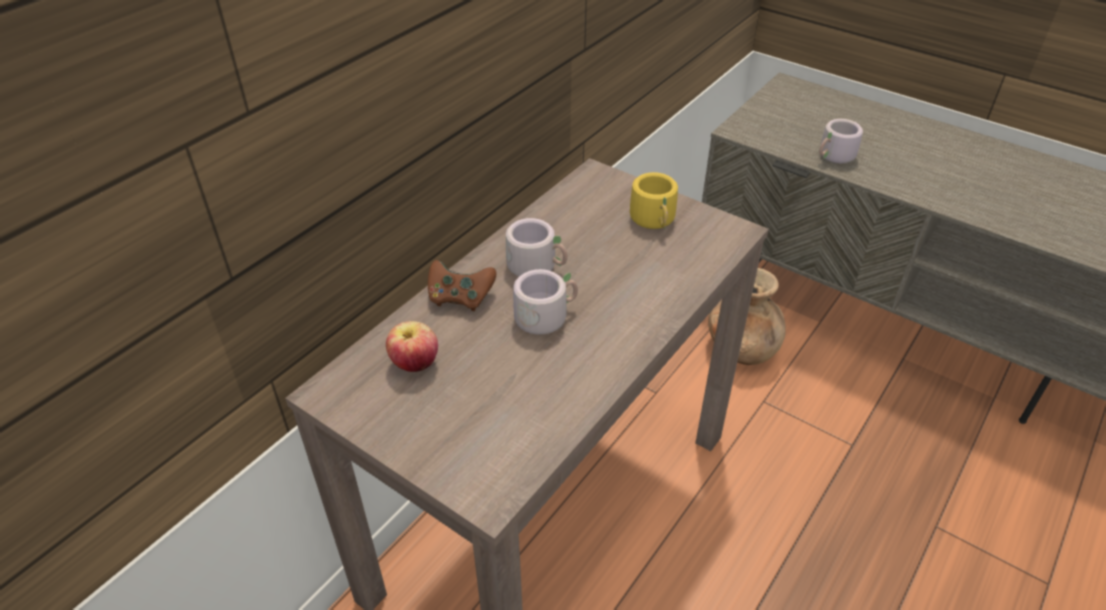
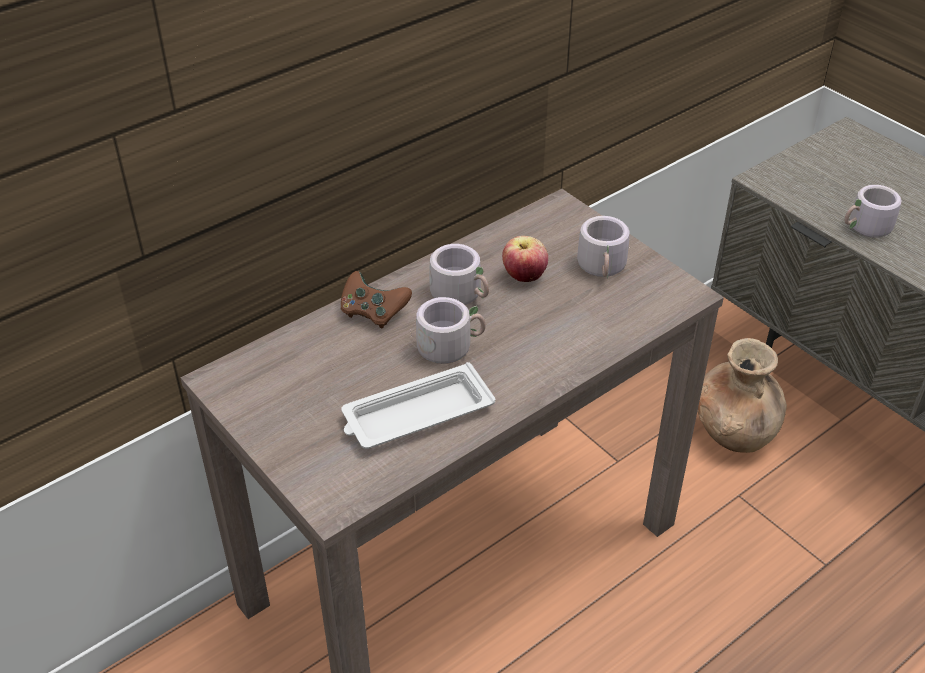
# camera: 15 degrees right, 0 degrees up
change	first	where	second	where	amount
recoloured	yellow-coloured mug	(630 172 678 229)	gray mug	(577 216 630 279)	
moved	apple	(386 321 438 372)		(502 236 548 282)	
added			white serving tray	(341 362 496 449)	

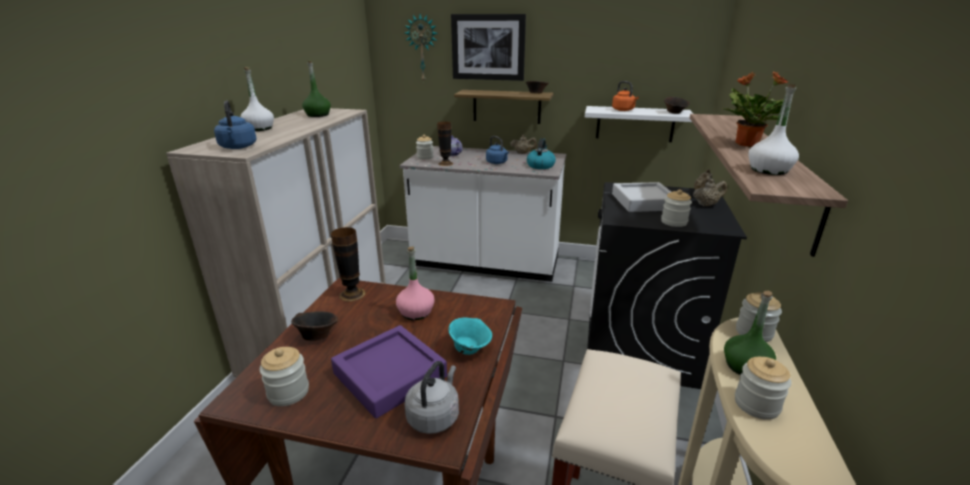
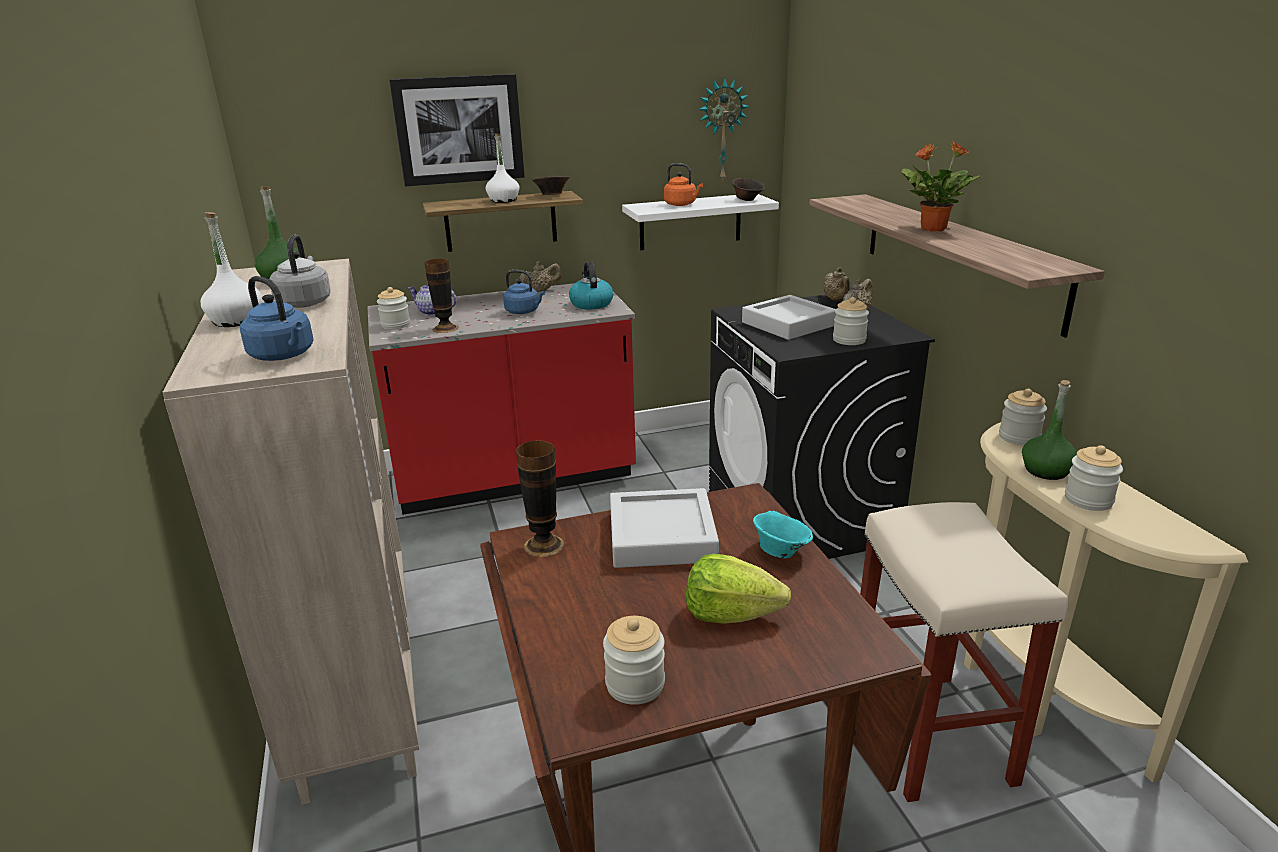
# camera: 30 degrees left, 0 degrees up
change	first	where	second	where	amount
moved	clock on the wall	(405 14 438 82)		(698 78 750 182)	
moved	white beverage bottle	(749 84 799 175)		(486 133 520 203)	
recoloured	white kitchen base unit	(400 146 566 282)	red-coloured kitchen base unit	(367 283 636 515)	
replaced	pink beverage bottle	(396 246 435 320)	gray serving tray	(610 488 719 568)	
removed	brown bowl	(291 311 338 341)			
replaced	purple serving tray	(331 325 447 418)	lettuce	(686 554 791 624)	
moved	gray kettle	(405 361 459 434)		(270 235 331 308)	

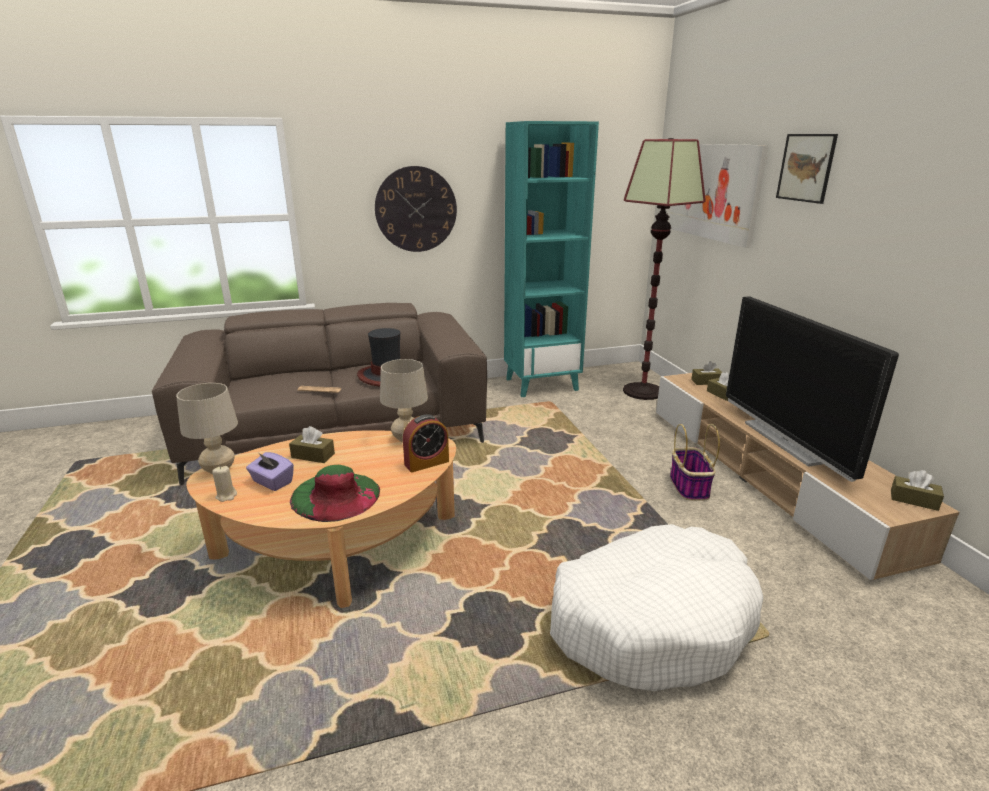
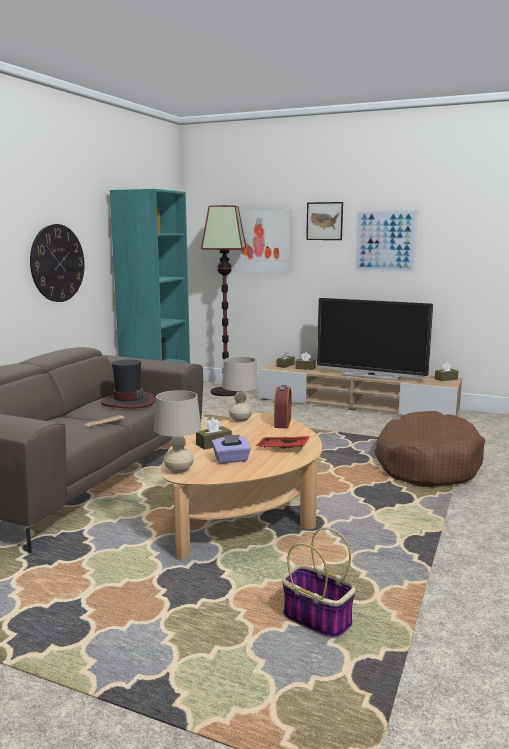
# camera: 50 degrees left, 10 degrees down
change	first	where	second	where	amount
moved	basket	(670 424 720 501)		(282 527 356 638)	
replaced	greenish hat	(290 465 380 522)	red-coloured serving tray	(256 436 310 449)	
removed	beige wax light	(212 466 237 502)			
recoloured	white dog bed	(550 524 763 691)	brown dog bed	(375 411 485 487)	
added			picture	(354 210 418 273)	

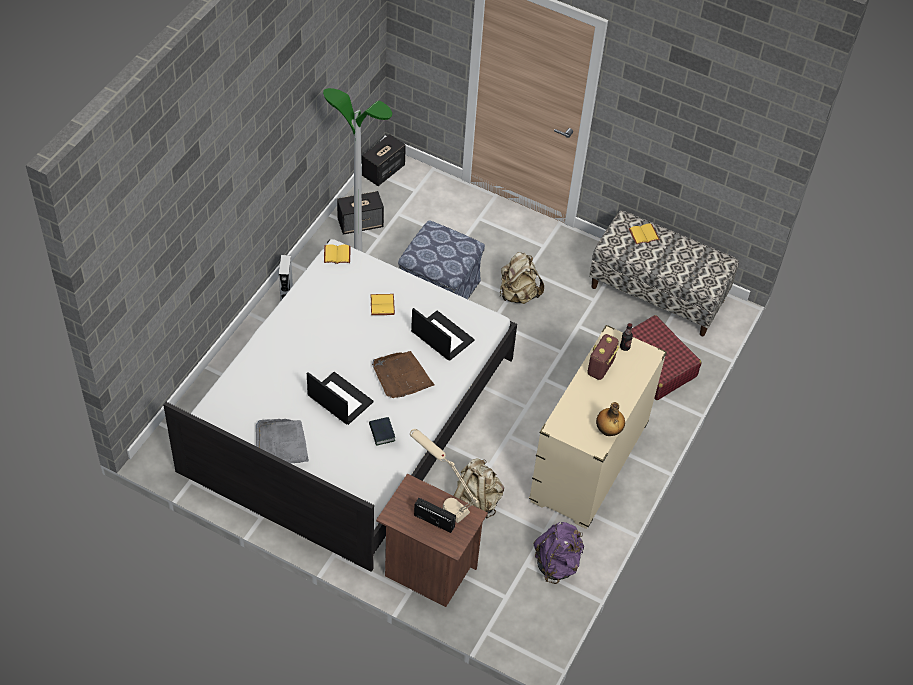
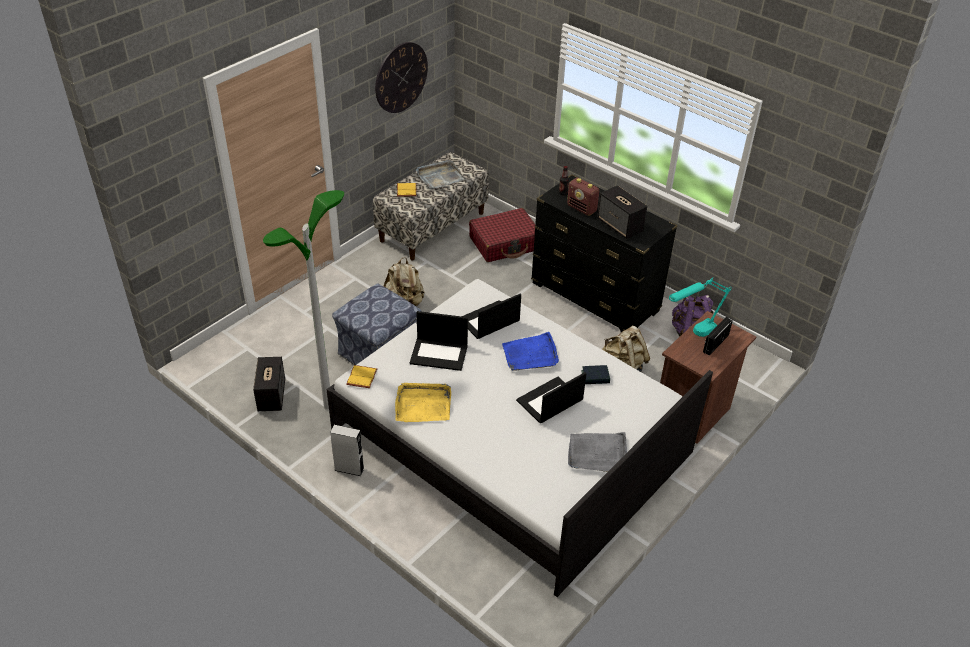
# camera: 75 degrees left, 10 degrees down
change	first	where	second	where	amount
moved	audio speaker	(362 134 406 186)		(597 185 647 239)	
replaced	yellow-coloured bound book	(370 294 395 315)	portable computer	(410 311 468 371)	
recoloured	beige chest of drawers	(529 325 667 529)	blackish chest of drawers	(531 174 678 332)	
recoloured	brown serving tray	(372 351 435 398)	blue-coloured serving tray	(502 332 559 371)	
removed	beverage bottle	(596 402 625 436)			
recoloured	beige table lamp	(410 429 478 523)	blue-green table lamp	(669 279 731 337)	
added			clock on the wall	(375 42 428 113)	
added			gray serving tray	(416 160 464 189)	
added			yellow-coloured serving tray	(395 383 451 422)	

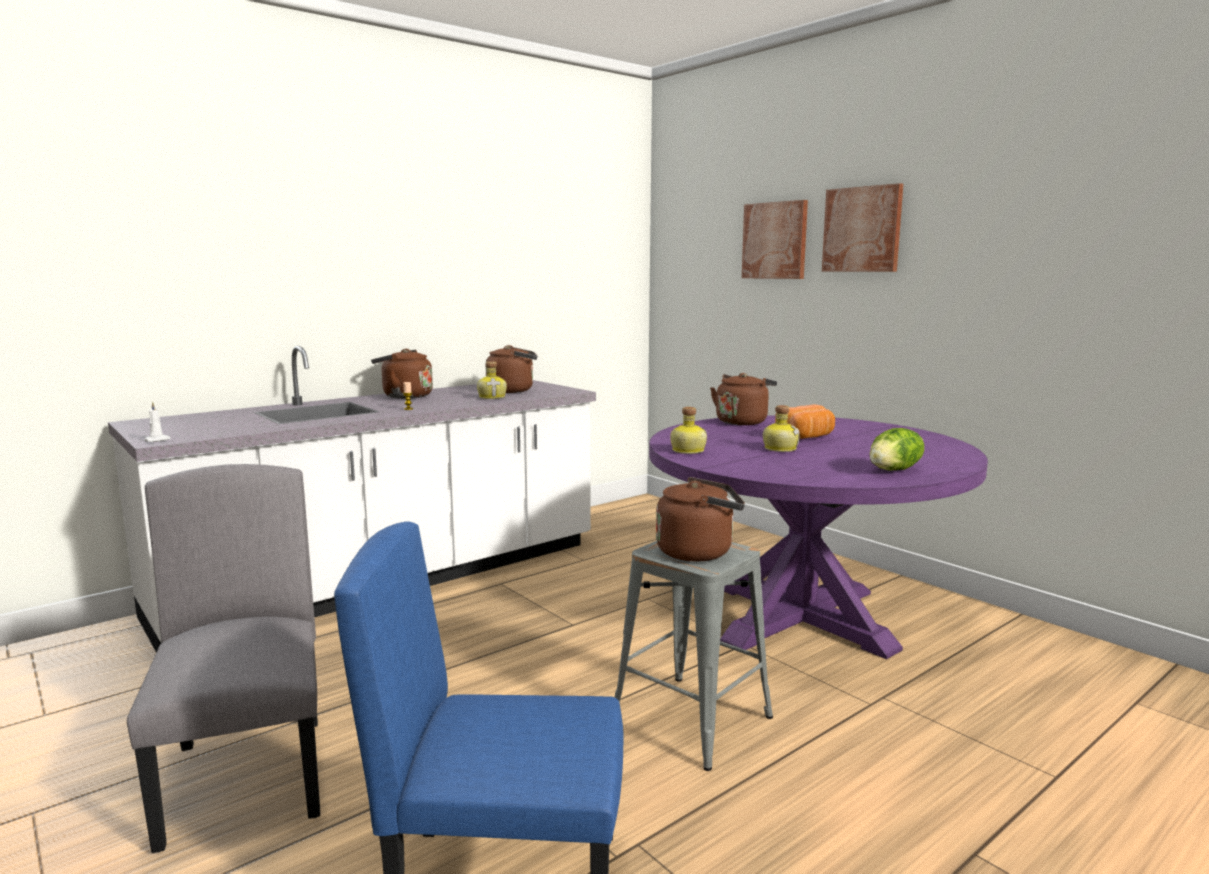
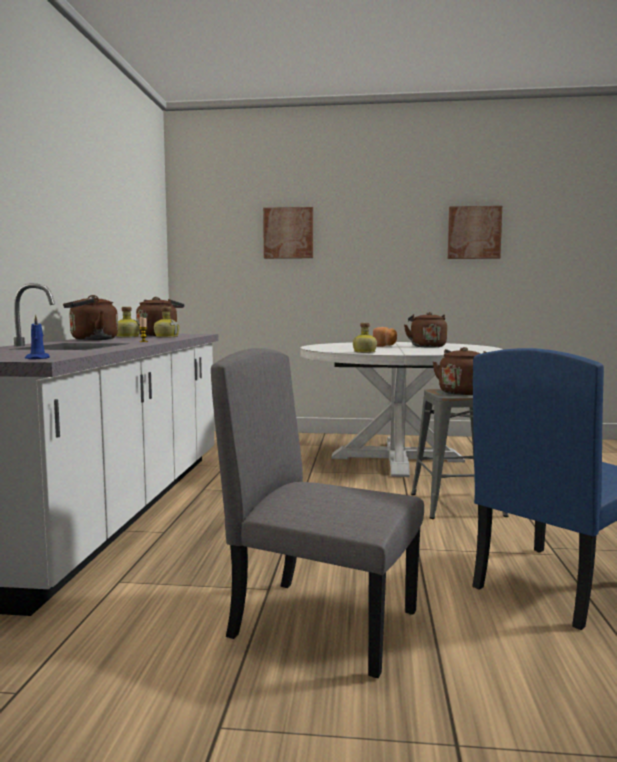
# camera: 45 degrees left, 5 degrees down
change	first	where	second	where	amount
moved	picture	(822 183 903 272)		(448 206 502 259)	
moved	brown kettle	(710 373 777 425)		(404 312 447 347)	
recoloured	white wax light	(144 401 171 442)	blue-coloured wax light	(25 315 50 359)	
moved	beverage bottle	(763 405 800 452)		(116 307 140 337)	
recoloured	purple dinner table	(649 415 988 659)	white dinner table	(300 342 503 477)	
removed	lettuce	(869 428 924 471)			

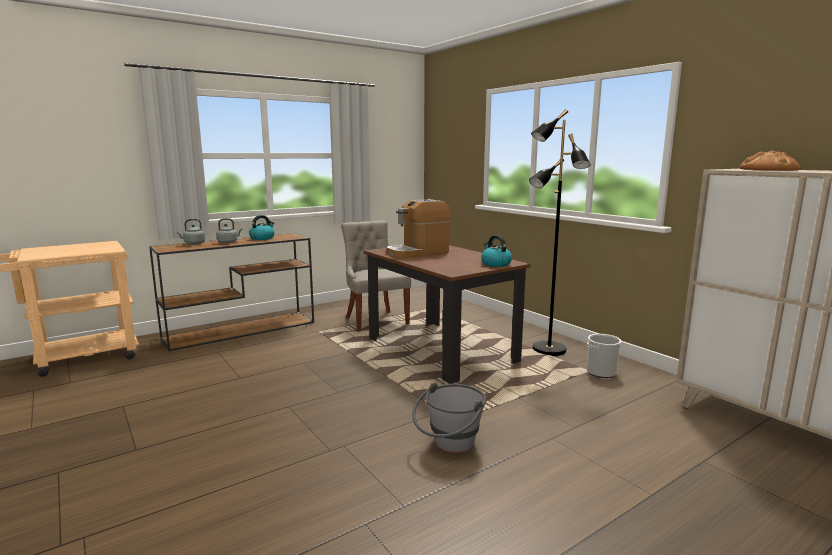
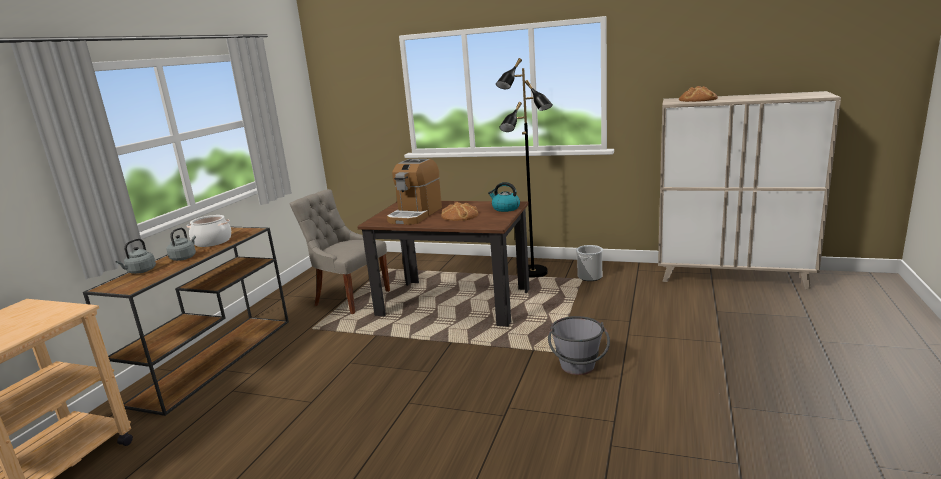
# camera: 35 degrees left, 5 degrees up
change	first	where	second	where	amount
replaced	kettle	(249 215 275 240)	stockpot	(186 215 231 247)	
added			bread	(441 202 479 221)	

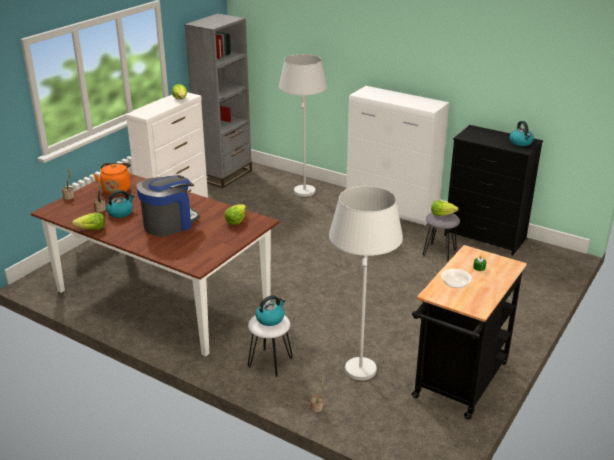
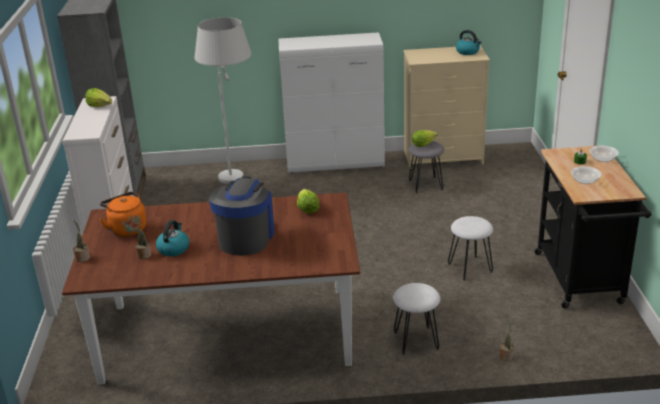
# camera: 35 degrees left, 0 degrees up
change	first	where	second	where	amount
recoloured	blackish chest of drawers	(444 125 543 255)	beige chest of drawers	(404 45 490 168)	
removed	white floor lamp	(329 186 403 380)			
removed	lettuce	(72 212 105 230)			
removed	kettle	(255 295 285 326)			
added			bowl	(589 145 619 162)	
added			white sitting stool	(448 216 493 280)	

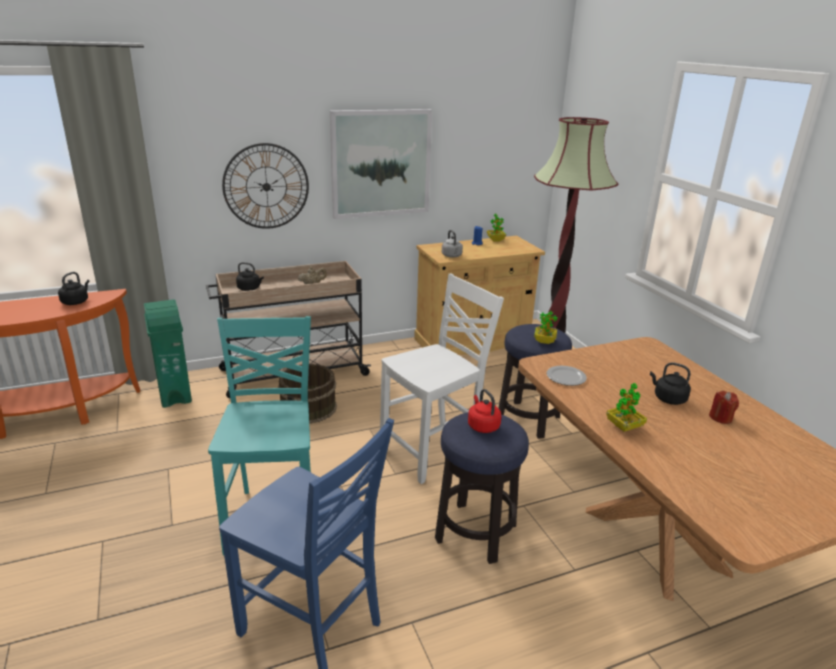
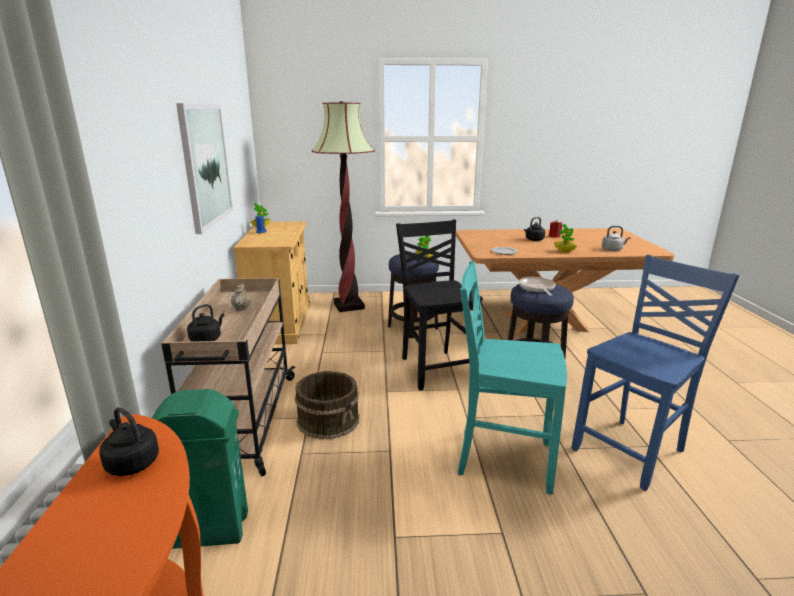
# camera: 70 degrees left, 5 degrees down
change	first	where	second	where	amount
removed	clock on the wall	(222 143 309 229)			
moved	gray kettle	(442 230 463 257)		(602 226 630 251)	
recoloured	white upright chair	(380 274 504 484)	blackish upright chair	(396 220 483 391)	
replaced	red-coloured kettle	(468 389 502 433)	skillet	(519 277 556 296)	

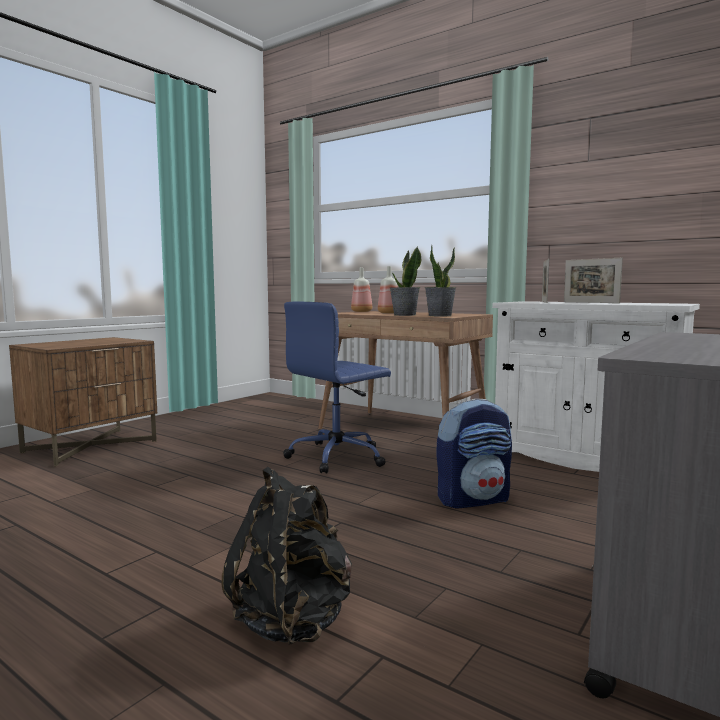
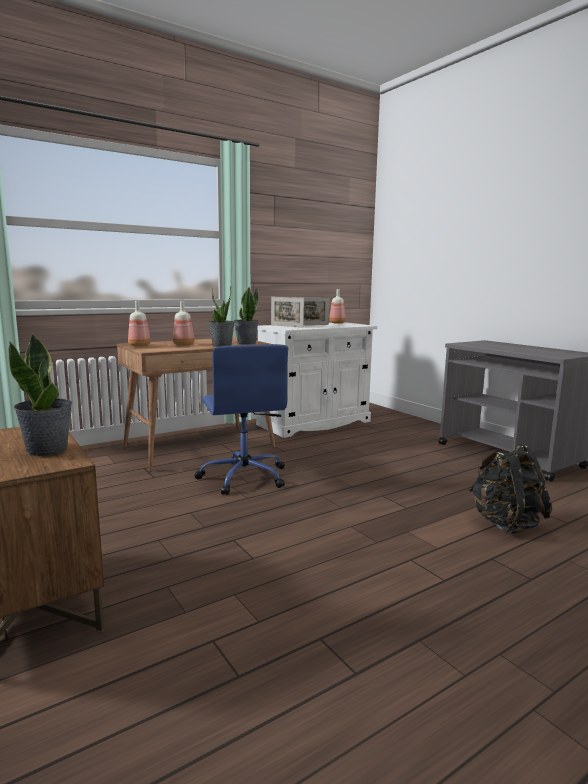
# camera: 70 degrees left, 5 degrees up
change	first	where	second	where	amount
removed	rucksack	(436 399 512 509)			
added			beverage bottle	(329 289 346 324)	
added			houseplant	(8 333 72 456)	

